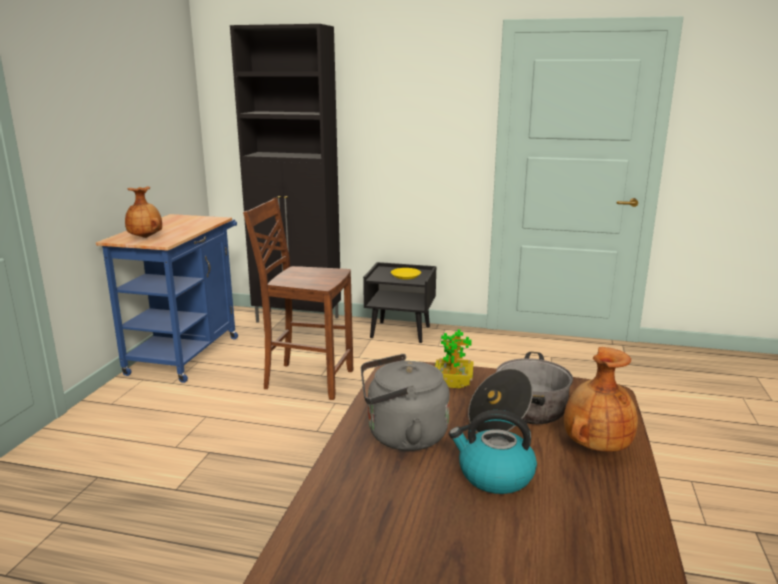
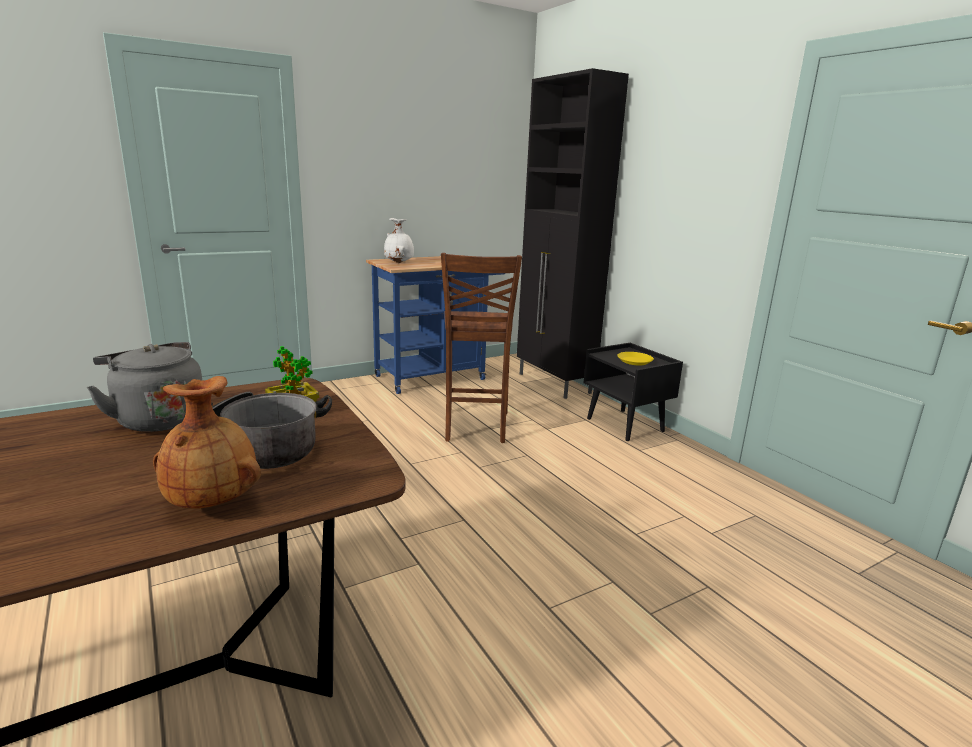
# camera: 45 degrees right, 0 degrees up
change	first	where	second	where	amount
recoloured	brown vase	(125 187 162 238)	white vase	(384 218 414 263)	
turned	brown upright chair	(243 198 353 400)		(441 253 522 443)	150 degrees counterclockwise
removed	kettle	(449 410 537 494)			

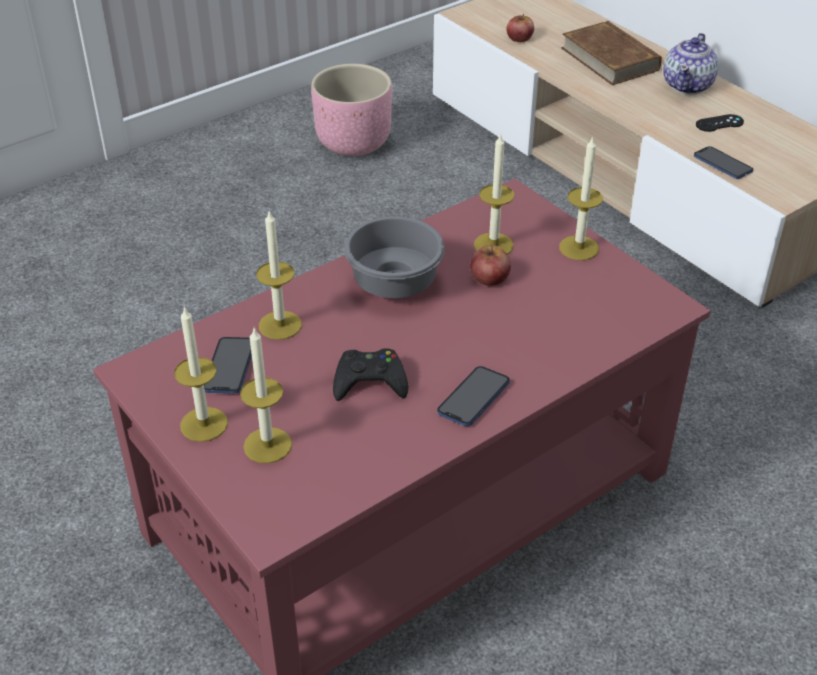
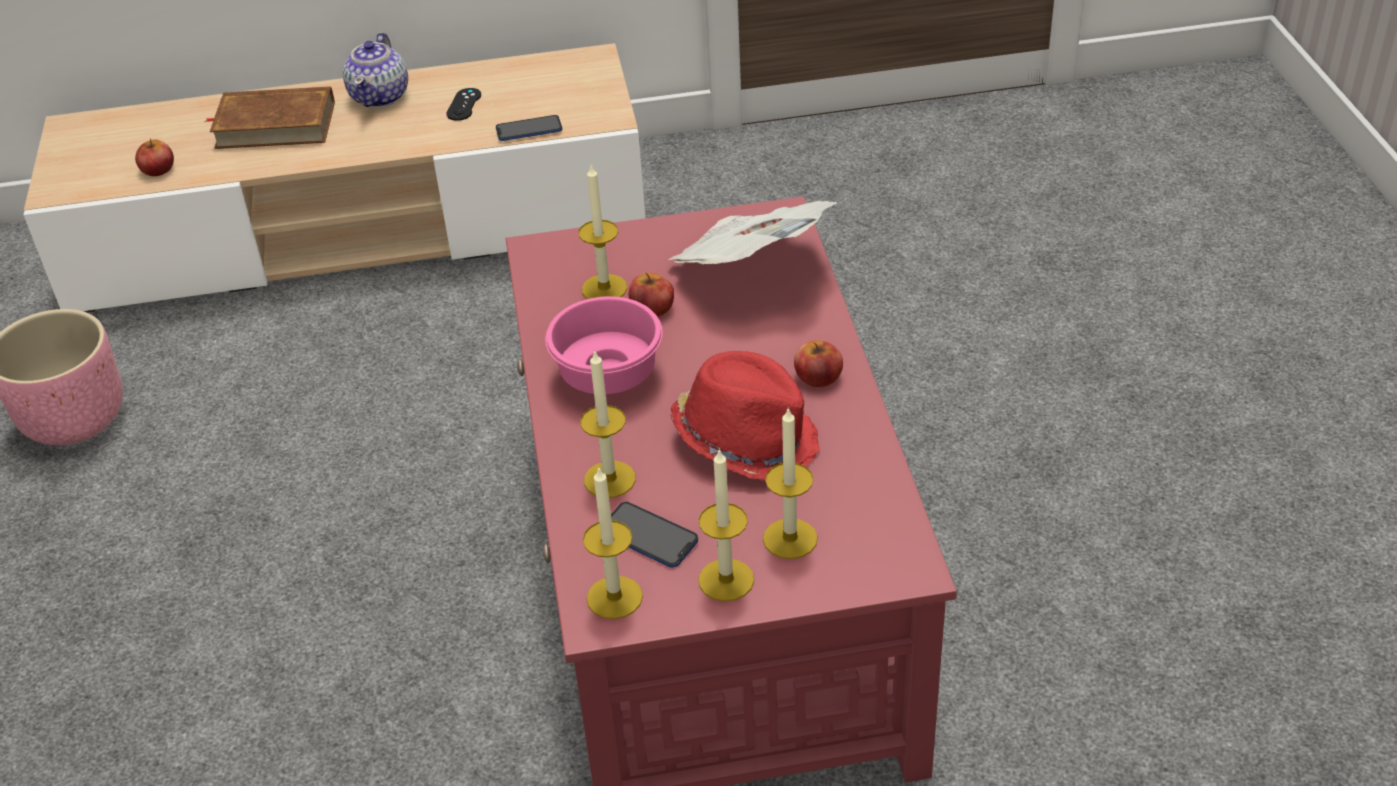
# camera: 60 degrees left, 0 degrees up
change	first	where	second	where	amount
turned	teapot	(663 33 719 94)		(343 33 408 108)	45 degrees clockwise
moved	wax light	(559 136 603 260)		(583 466 643 619)	
recoloured	gray bowl	(344 216 445 298)	pink bowl	(545 296 663 394)	
replaced	blackish game controller	(333 348 408 401)	red-coloured hat	(670 351 820 481)	
replaced	phone	(437 366 510 426)	apple	(794 340 843 387)	
added			newspaper	(668 201 837 264)	

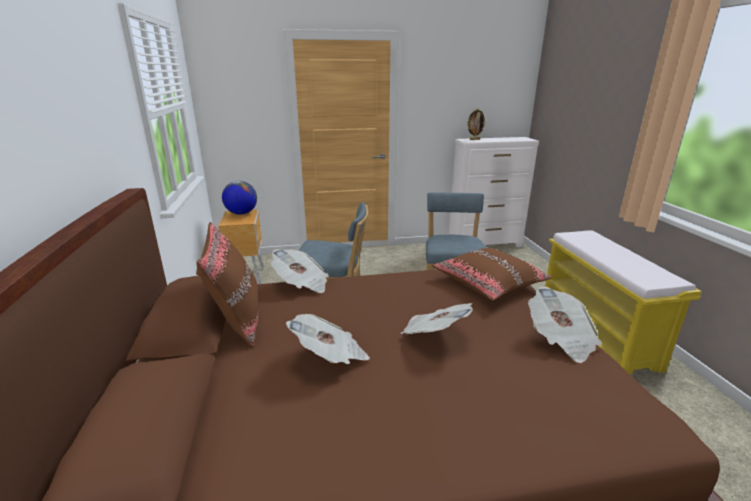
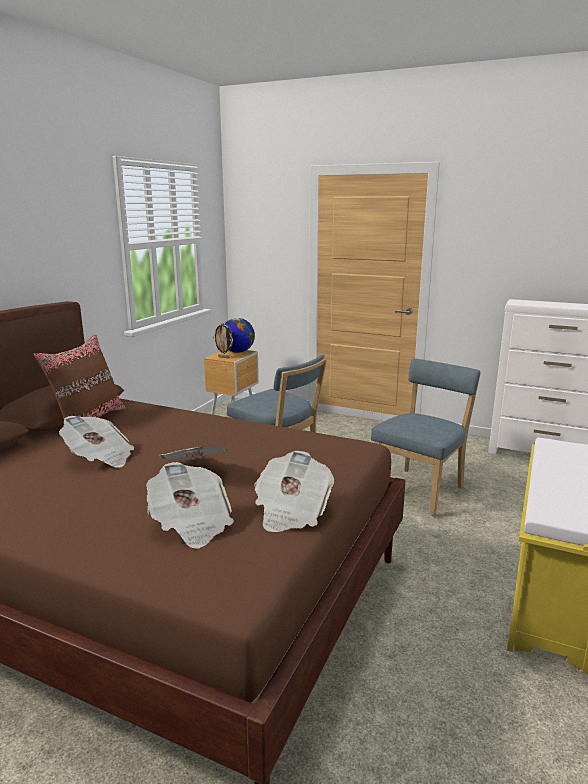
# camera: 35 degrees right, 5 degrees down
change	first	where	second	where	amount
moved	standing frame	(467 109 486 140)		(213 323 233 358)	
removed	brown pillow	(432 248 552 301)			
moved	newspaper	(271 249 329 293)		(146 462 234 549)	

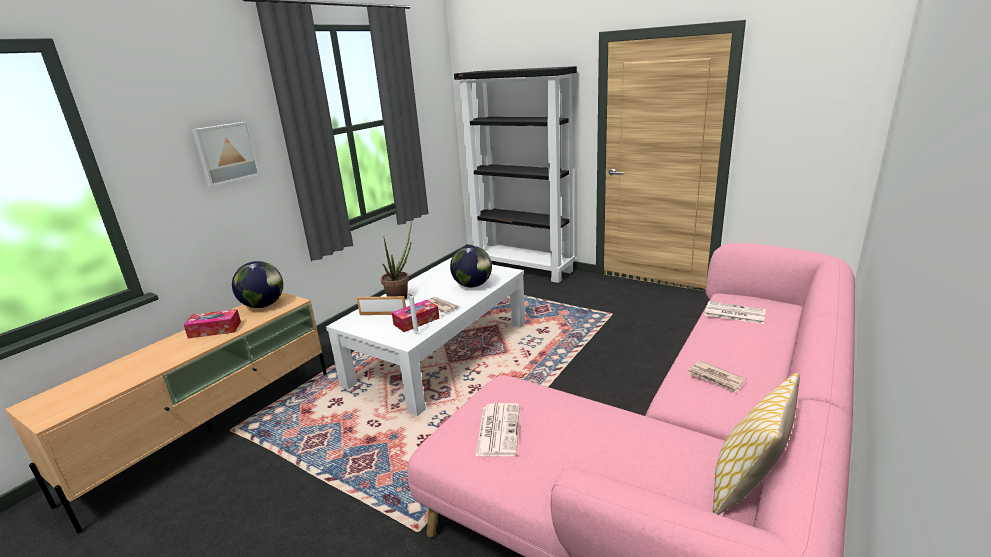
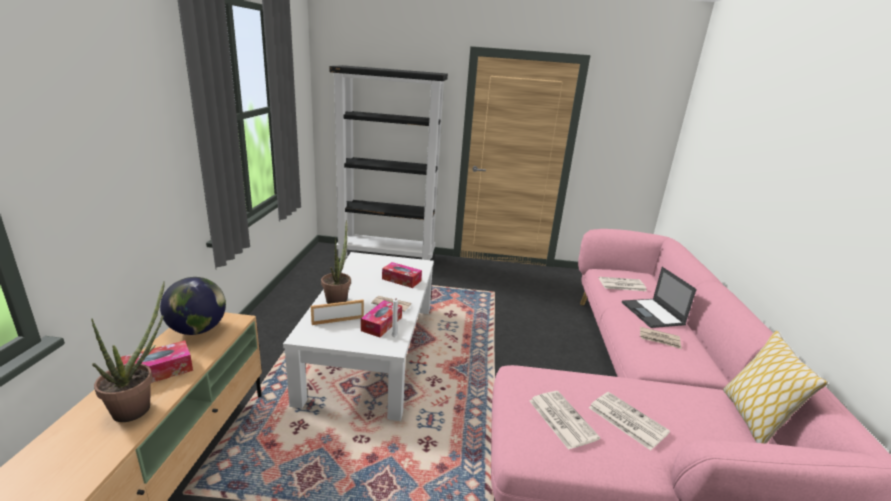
# camera: 30 degrees left, 0 degrees up
change	first	where	second	where	amount
removed	picture	(192 122 260 186)			
replaced	desk globe	(450 246 492 288)	tissue box	(382 262 422 288)	
added			portable computer	(622 267 697 328)	
added			houseplant	(91 281 165 422)	
added			newspaper	(589 392 670 450)	

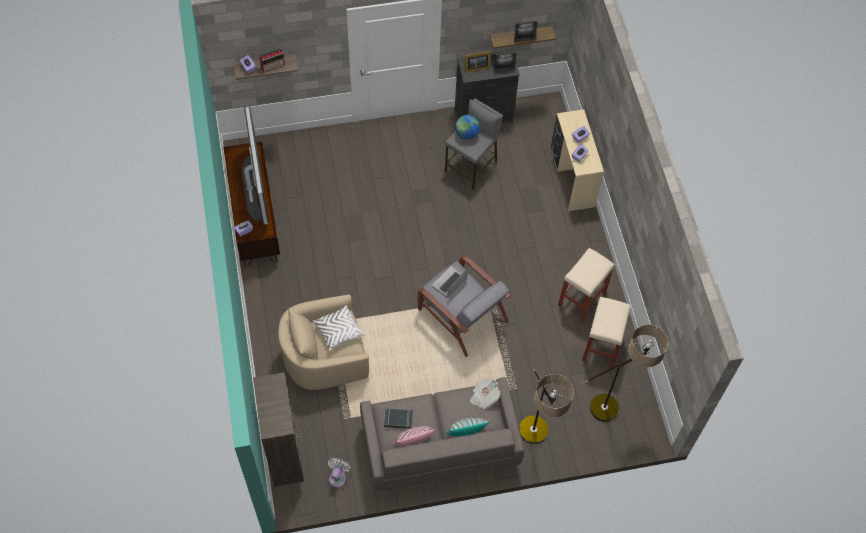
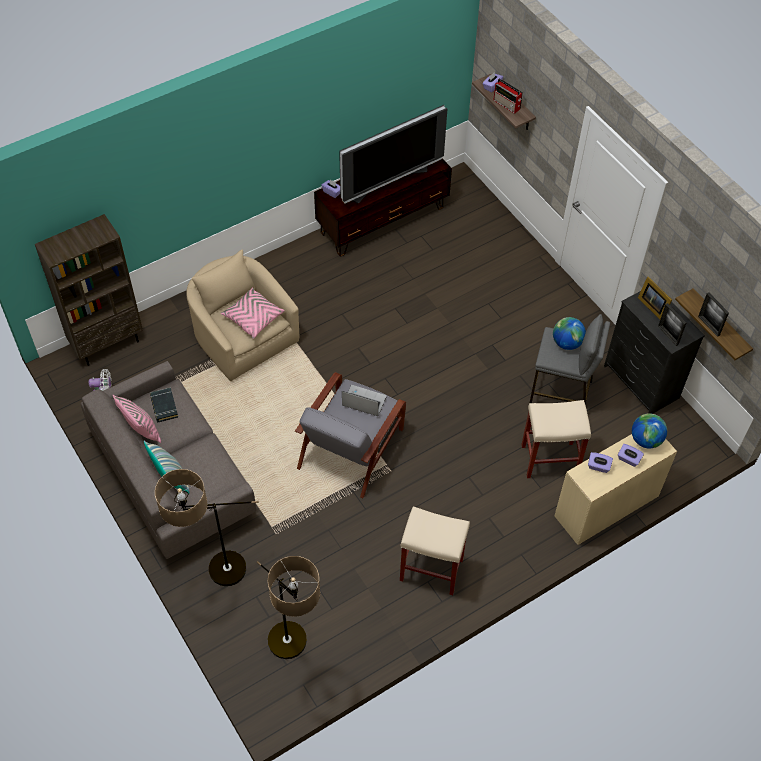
# camera: 70 degrees right, 5 degrees down
change	first	where	second	where	amount
moved	beige sitting stool	(582 297 631 369)		(521 400 591 478)	
recoloured	white pillow	(312 305 364 351)	pink pillow	(221 287 285 339)	
removed	newspaper	(470 378 500 410)			
added			desk globe	(632 413 667 448)	

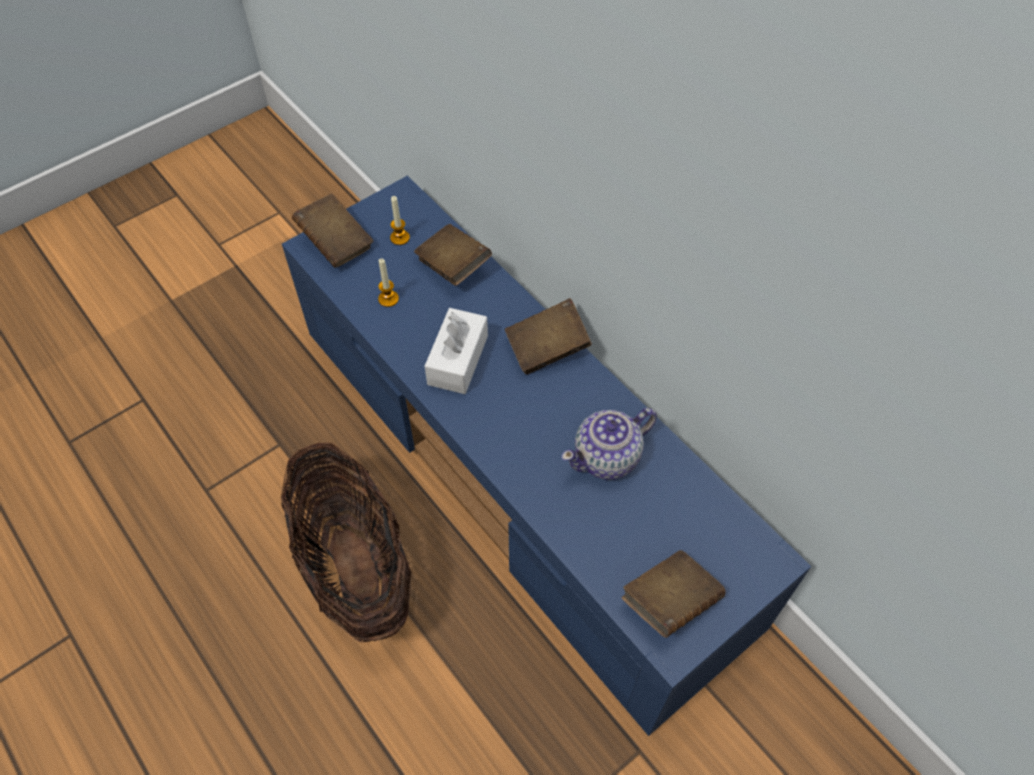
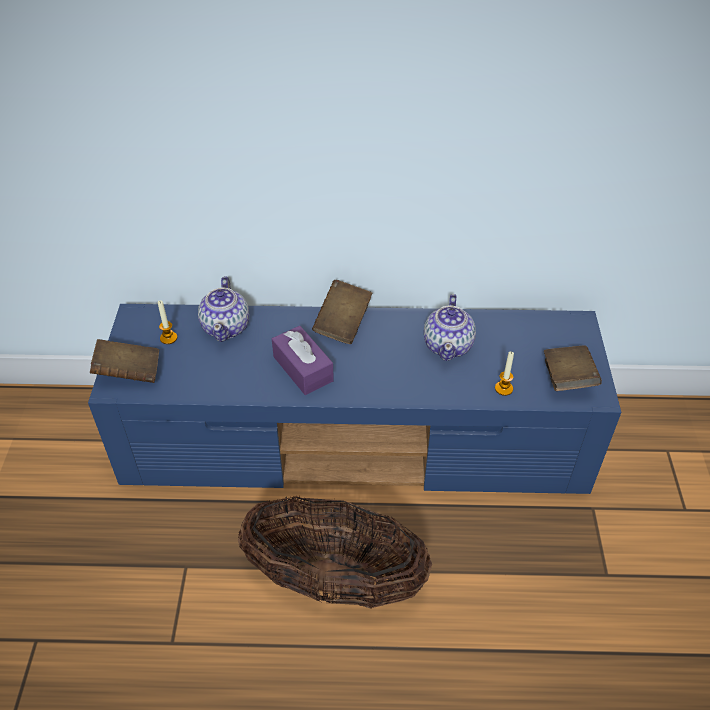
# camera: 50 degrees left, 10 degrees down
change	first	where	second	where	amount
replaced	brown bound book	(414 224 492 286)	teapot	(198 276 249 342)	
moved	wax light	(378 258 399 307)		(495 352 514 396)	
recoloured	white tissue box	(425 308 488 394)	purple tissue box	(272 326 334 395)	

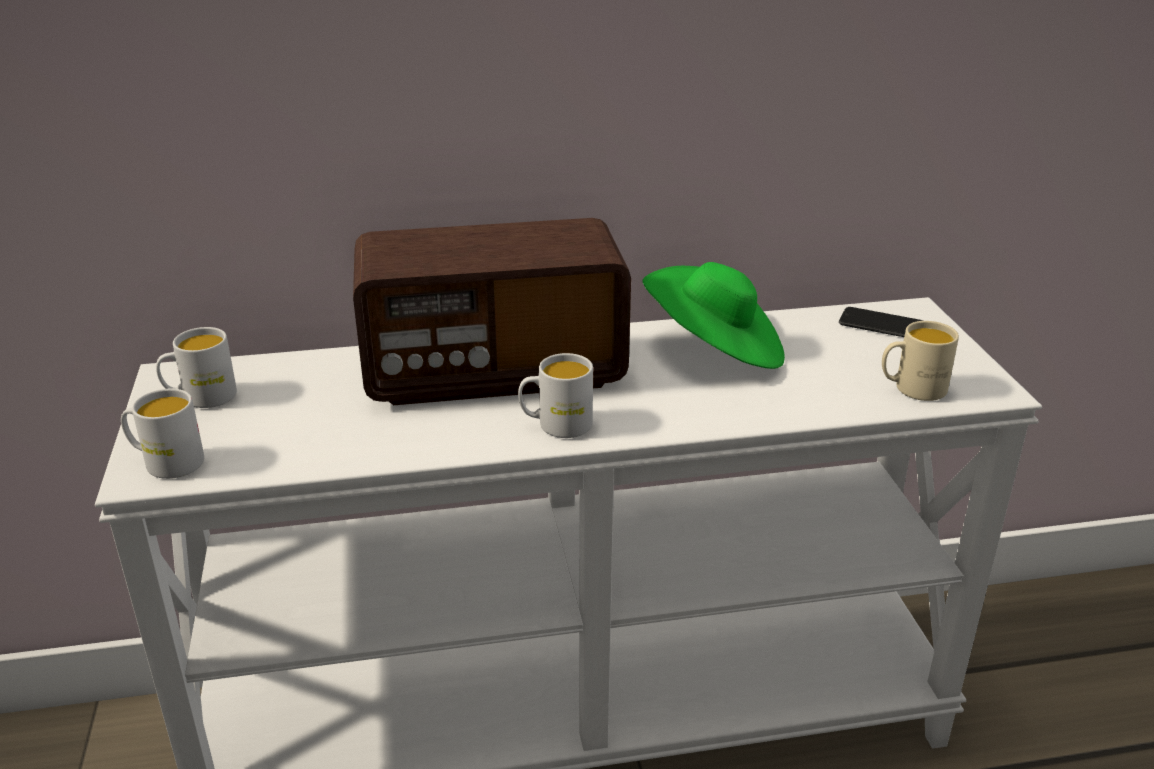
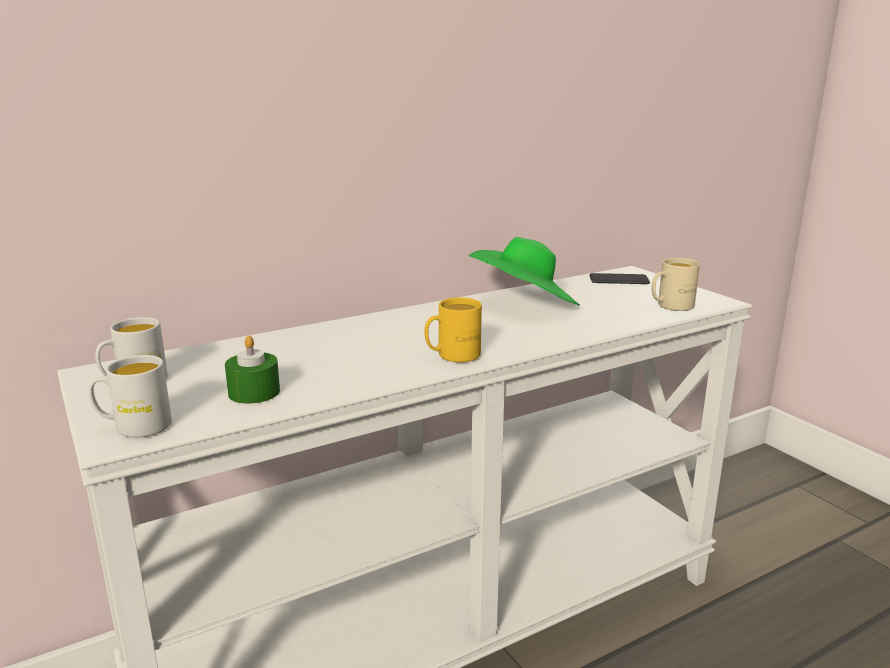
# camera: 20 degrees left, 10 degrees down
change	first	where	second	where	amount
removed	radio set	(353 218 631 405)			
recoloured	white mug	(518 353 593 438)	yellow-coloured mug	(424 297 482 362)	
added			greenish wax light	(225 336 280 404)	

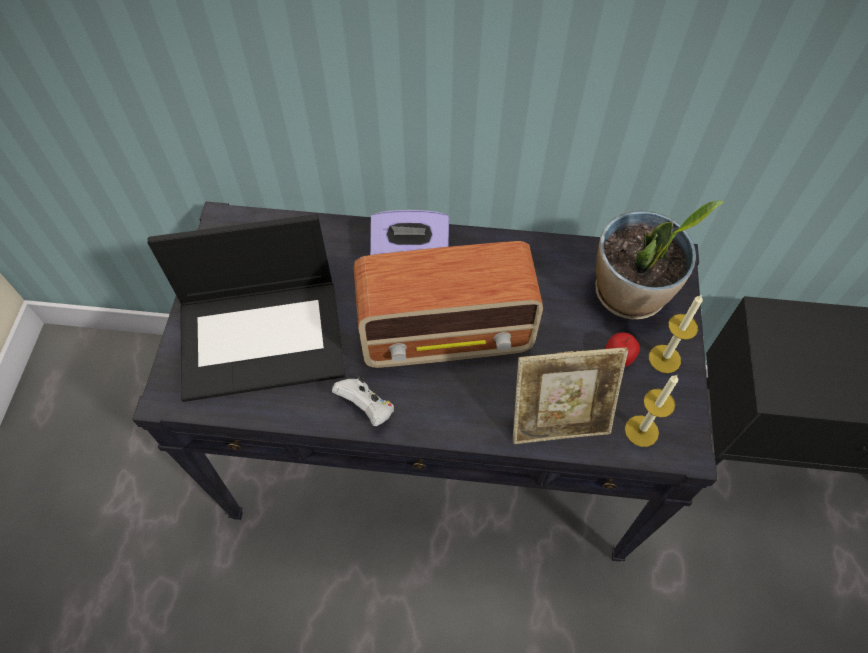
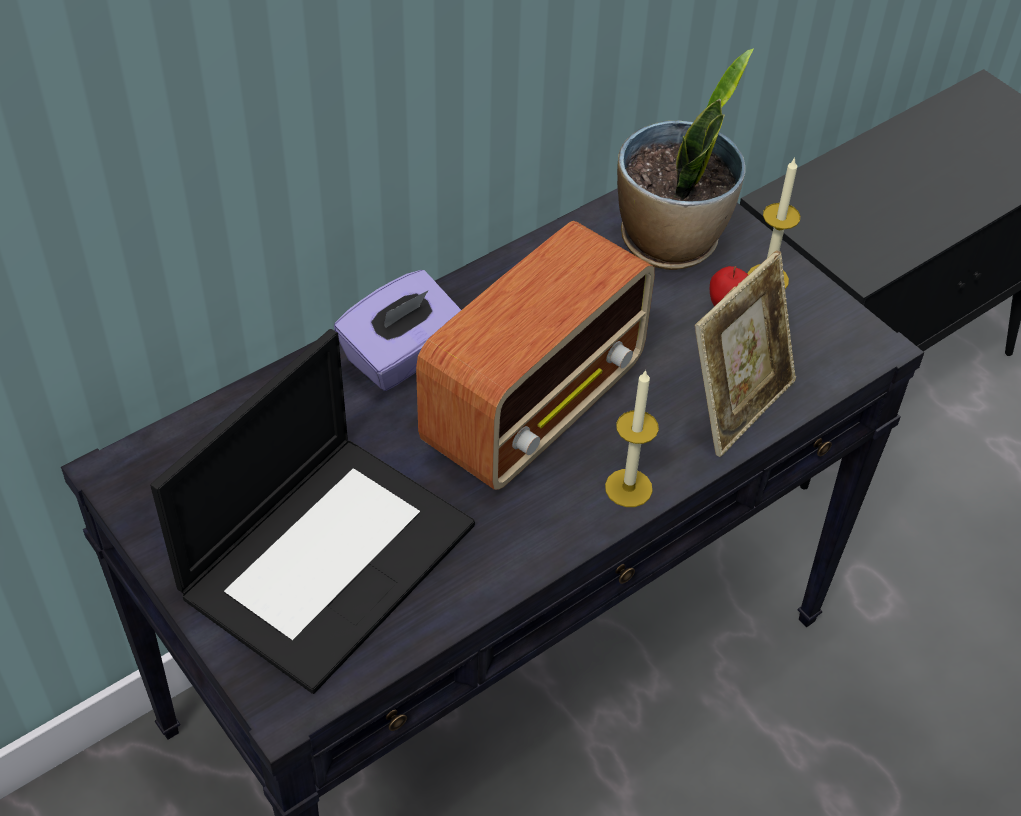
# camera: 45 degrees left, 10 degrees down
change	first	where	second	where	amount
moved	wax light	(625 375 678 447)		(605 369 659 507)	
removed	white game controller	(332 376 394 427)			

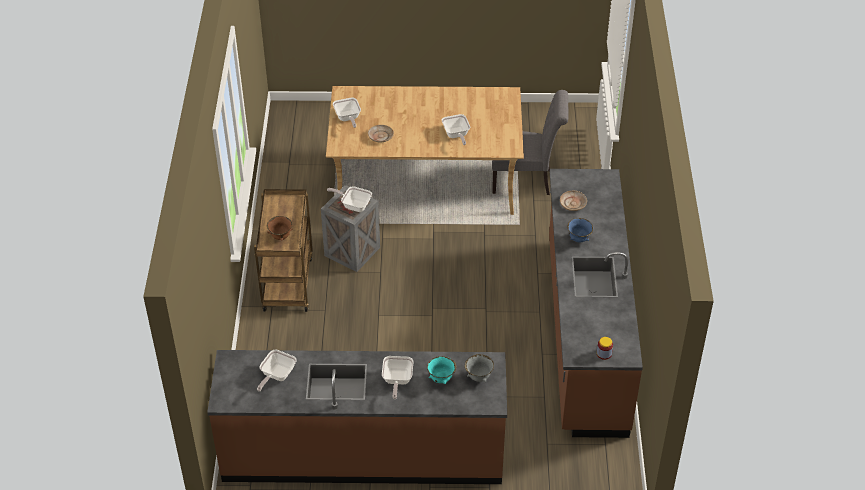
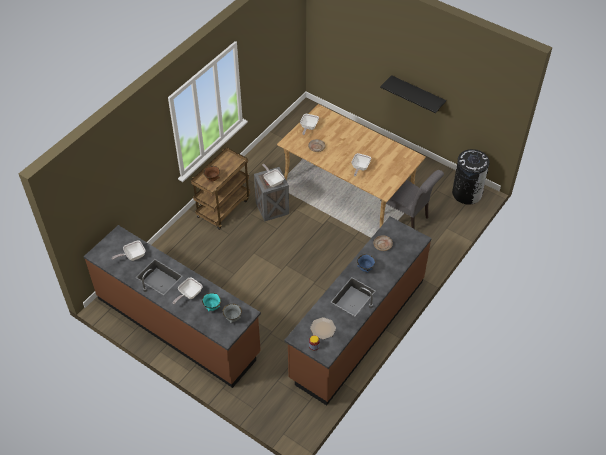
# camera: 35 degrees right, 5 degrees up
change	first	where	second	where	amount
added			blackish bracket shelf	(380 75 446 113)	
added			blackish rubbish bin	(452 149 489 204)	
added			dinner plate	(310 317 336 339)	

